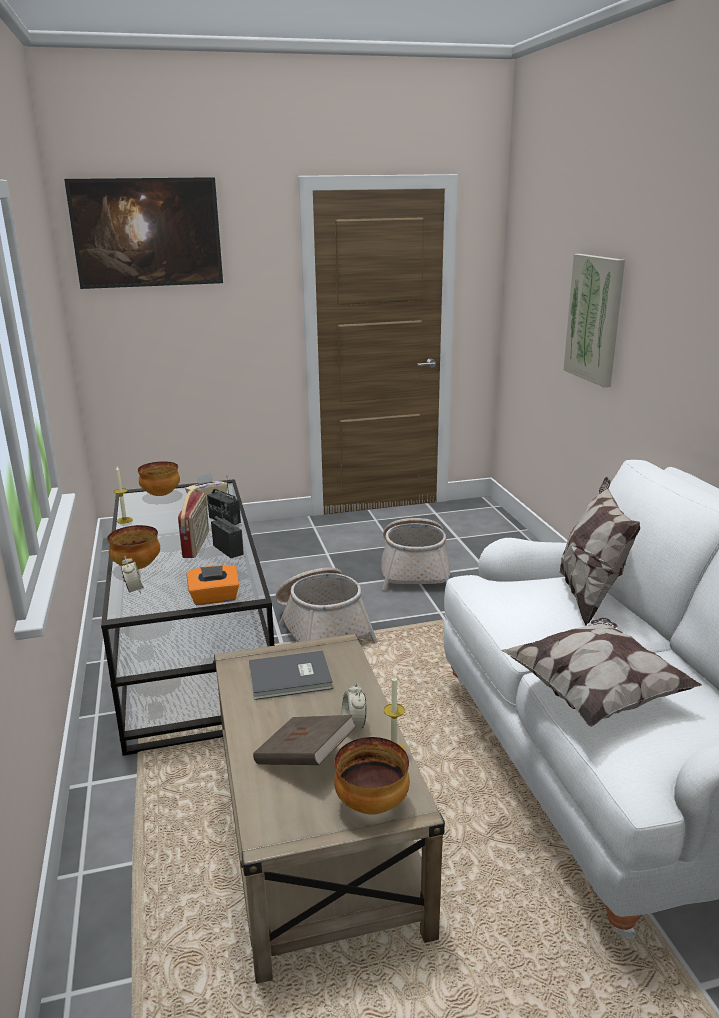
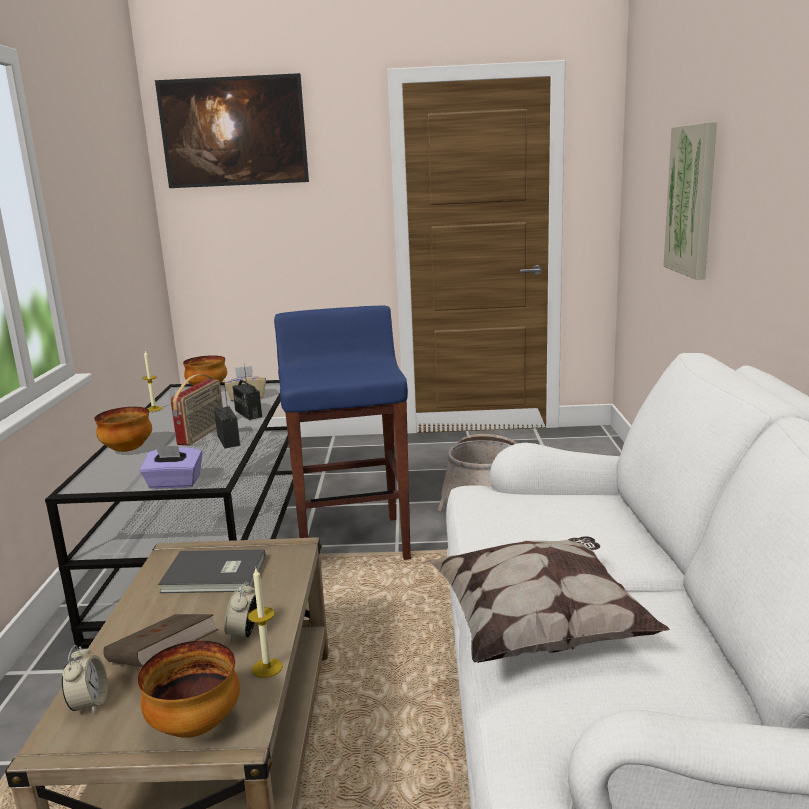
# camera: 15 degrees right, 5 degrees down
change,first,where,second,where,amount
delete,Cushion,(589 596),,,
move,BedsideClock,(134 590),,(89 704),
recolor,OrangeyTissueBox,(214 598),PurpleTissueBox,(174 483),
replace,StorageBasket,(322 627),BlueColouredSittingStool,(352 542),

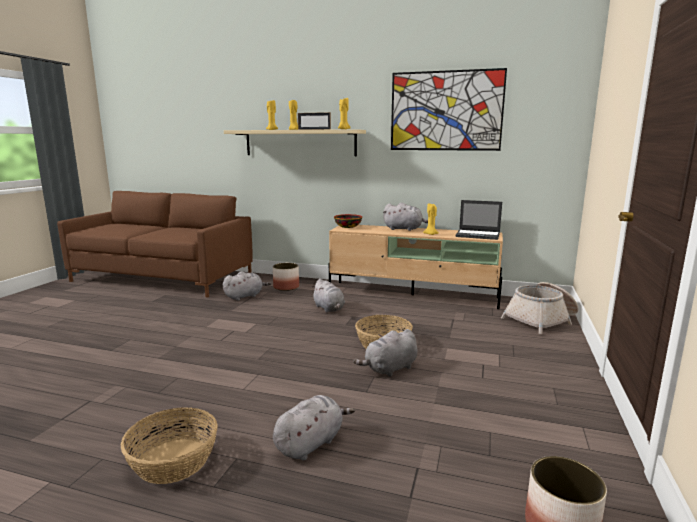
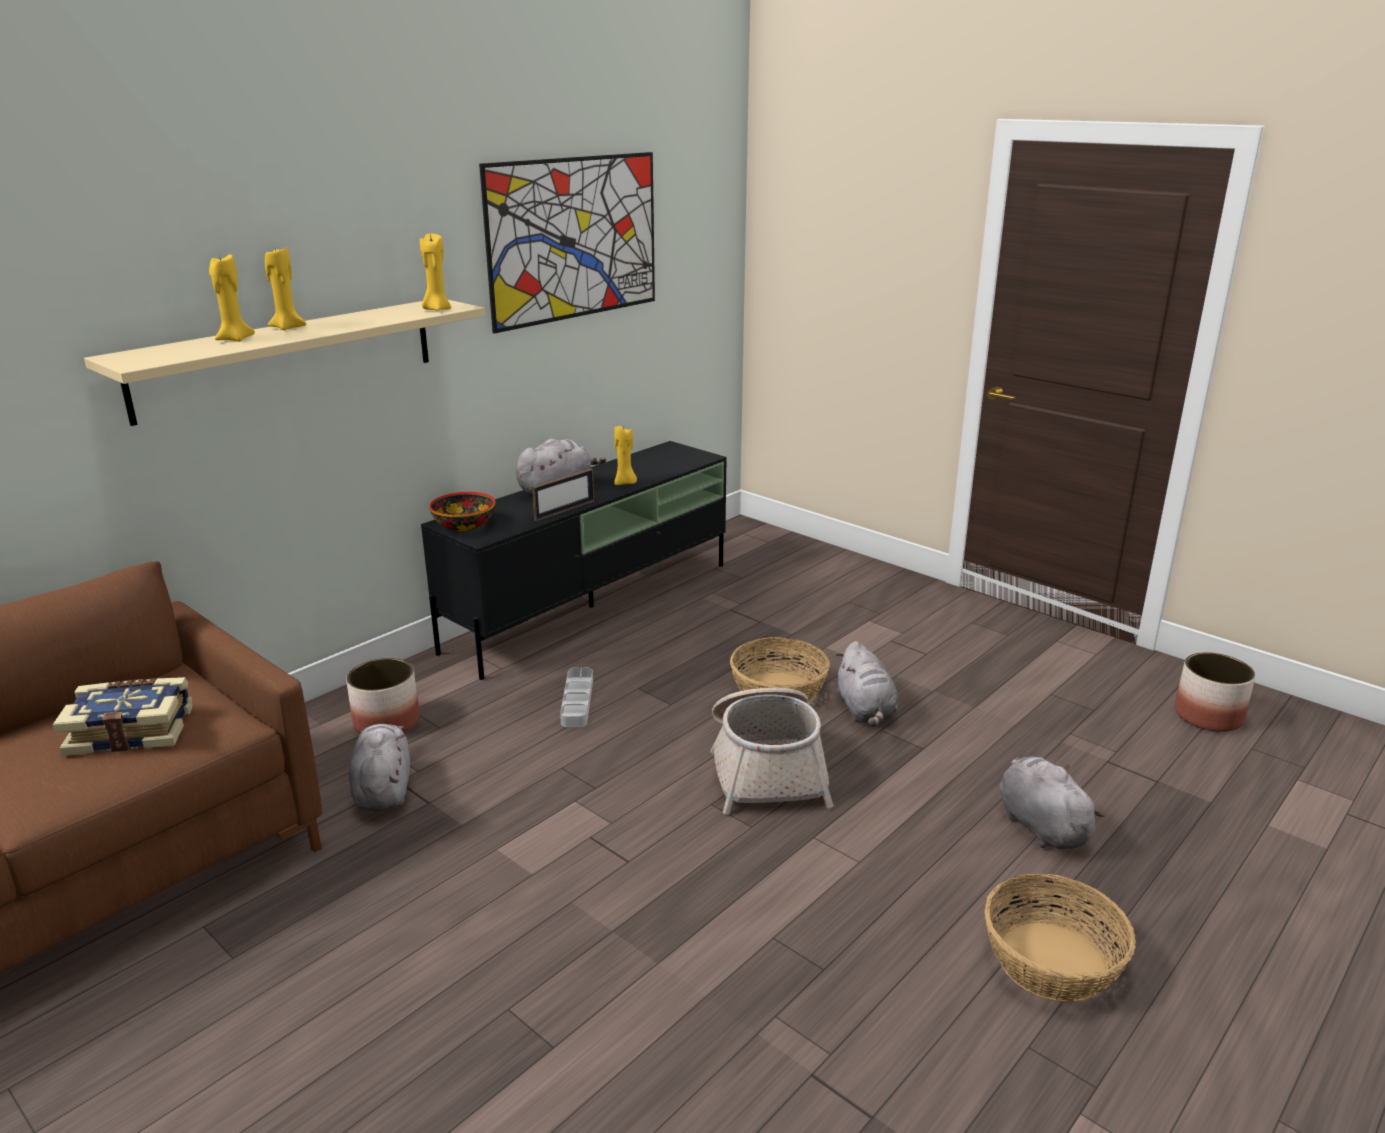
# camera: 65 degrees left, 10 degrees up
change,first,where,second,where,amount
move,StandingFrame,(314 129),,(564 510),
delete,NotebookComputer,(478 235),,,
recolor,SandColouredTvStand,(413 295),BlackColouredTvStand,(593 605),
replace,GreySoftToy,(329 309),GreyCarryingTray,(577 701),
move,StorageBasket,(541 320),,(766 767),
insert,,,BoundBook,(131 730),

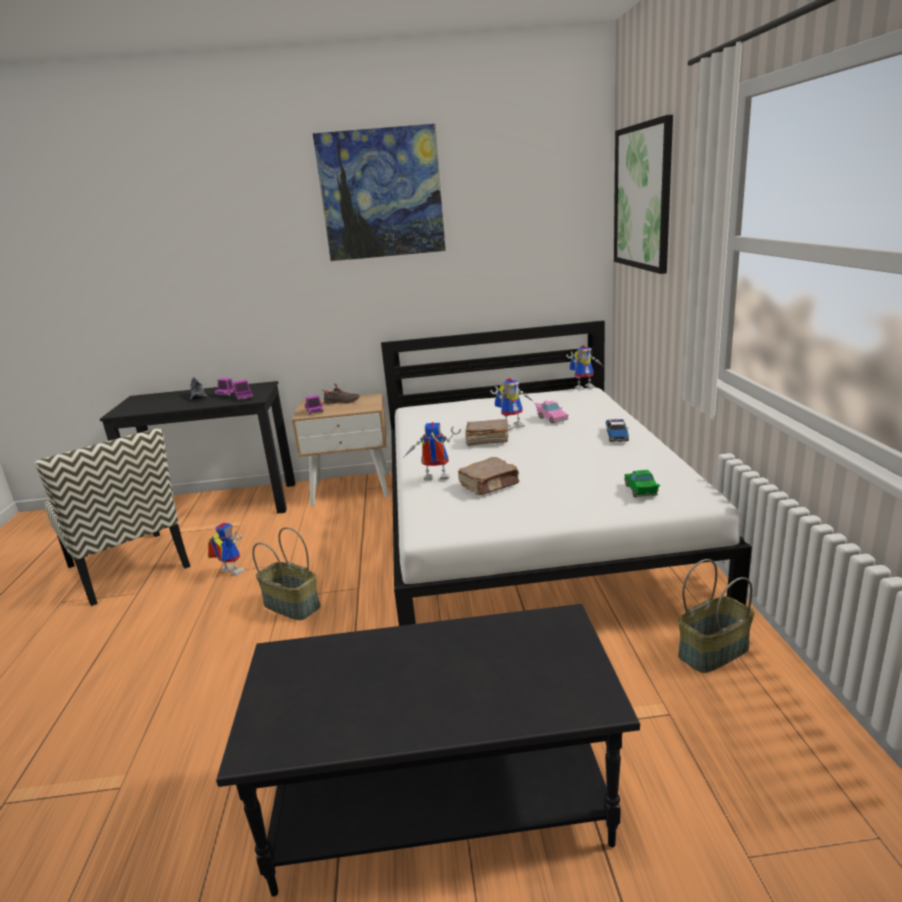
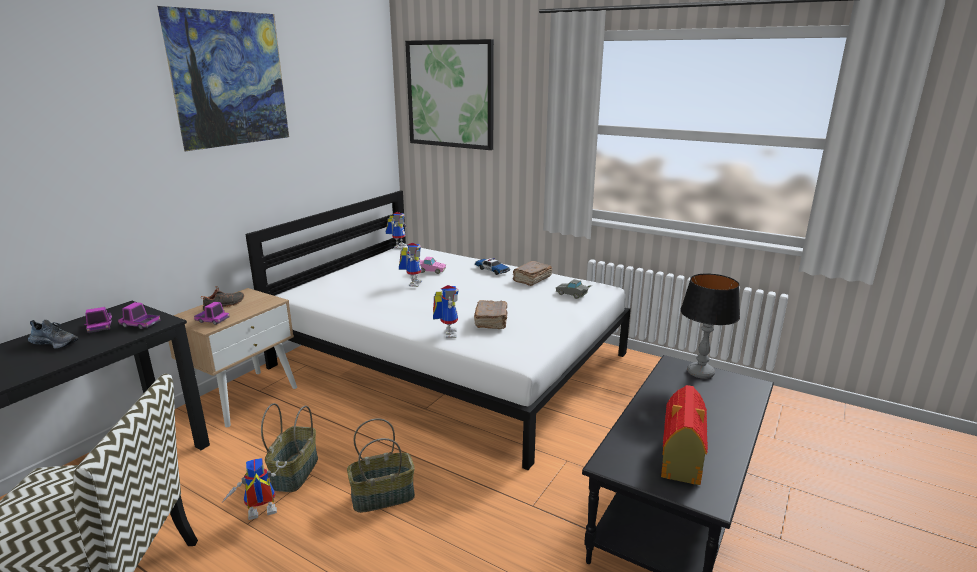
# camera: 55 degrees left, 0 degrees up
change,first,where,second,where,amount
move,BrownBoundBook,(486 440),,(531 279),
rotate,RobotFigure,(434 480),,(447 333),135 degrees clockwise
recolor,GreenishToyCar,(641 491),GreyToyCar,(573 295),
move,StorageBasket,(713 651),,(294 472),
insert,,,TabletopLamp,(700 373),
insert,,,ModelHouse,(681 459),

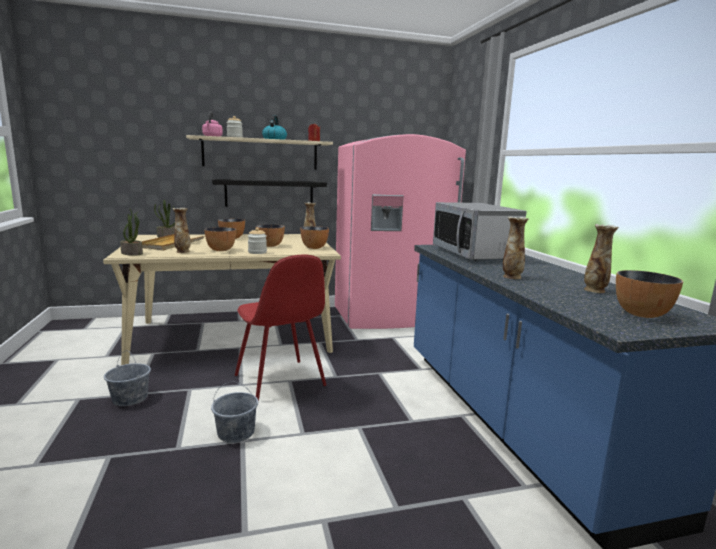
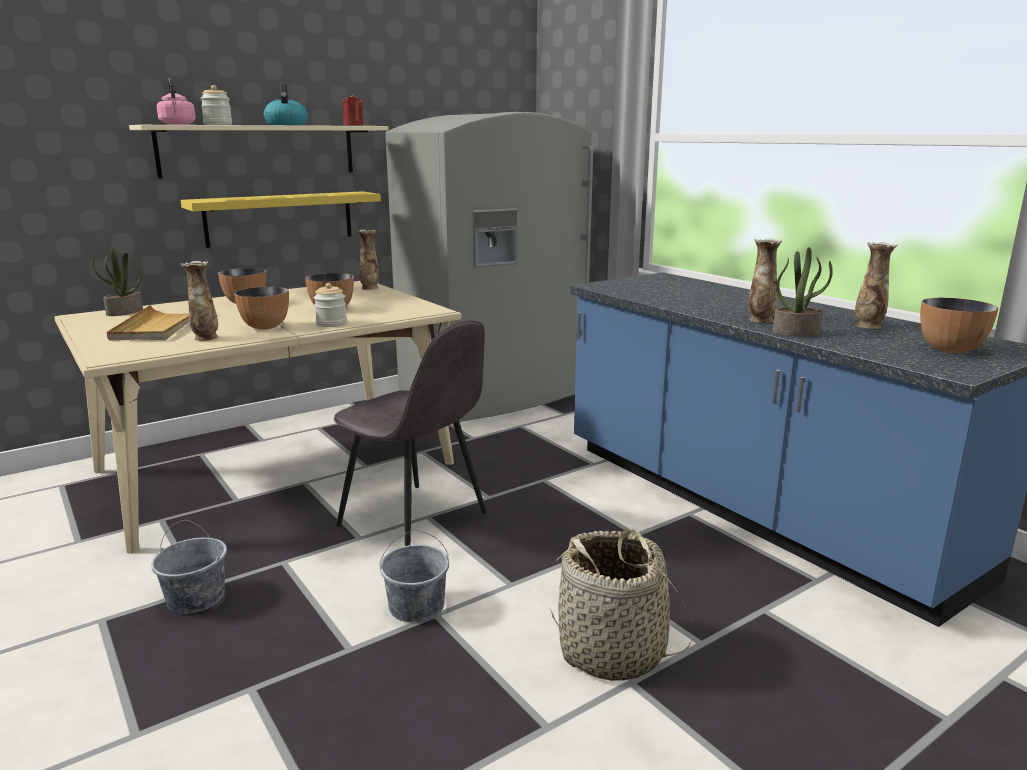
# camera: 20 degrees left, 5 degrees up
change,first,where,second,where,amount
recolor,PinkKitchenFridge,(391 317),GreyKitchenFridge,(493 395),
recolor,BlackColouredWallShelf,(269 193),YellowishWallShelf,(280 218),
delete,KitchenMicrowave,(474 254),,,
move,Houseplant,(132 253),,(796 332),
delete,Bowl,(314 247),,,
recolor,RedColouredChair,(280 381),GreyChair,(415 521),
insert,,,StorageBasket,(613 651),

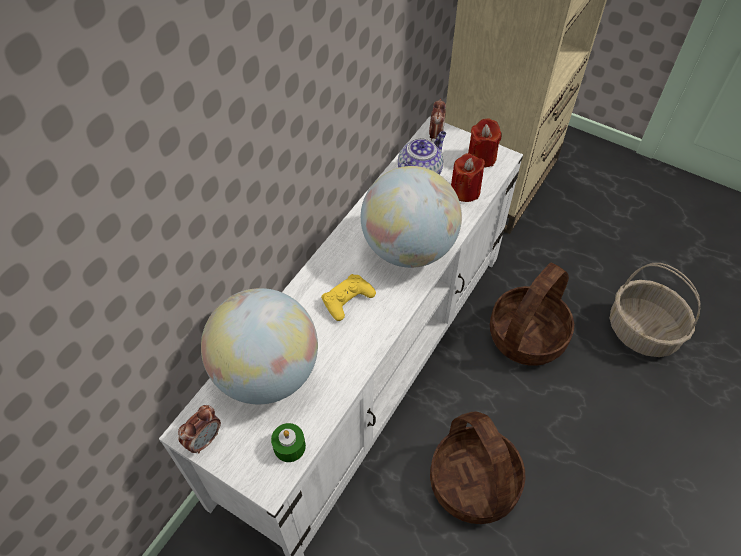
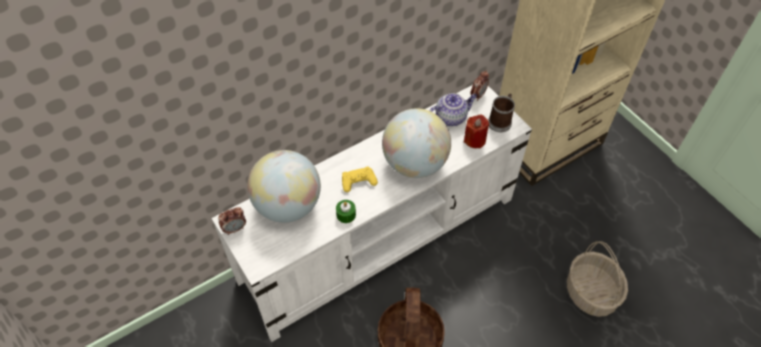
# camera: 25 degrees right, 0 degrees up
change,first,where,second,where,amount
replace,RedColouredWaxLight,(481 157),Mug,(500 121),
delete,StorageBasket,(526 334),,,
move,GreenishWaxLight,(289 446),,(346 214),

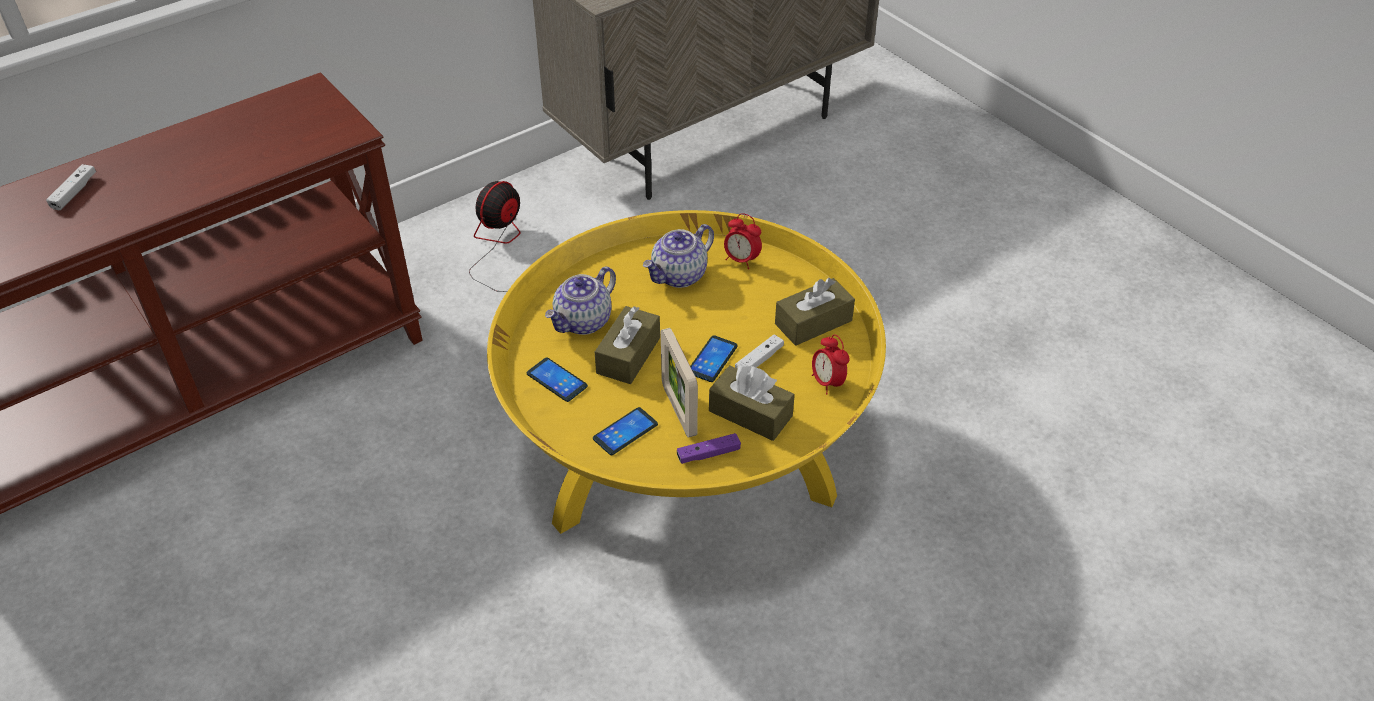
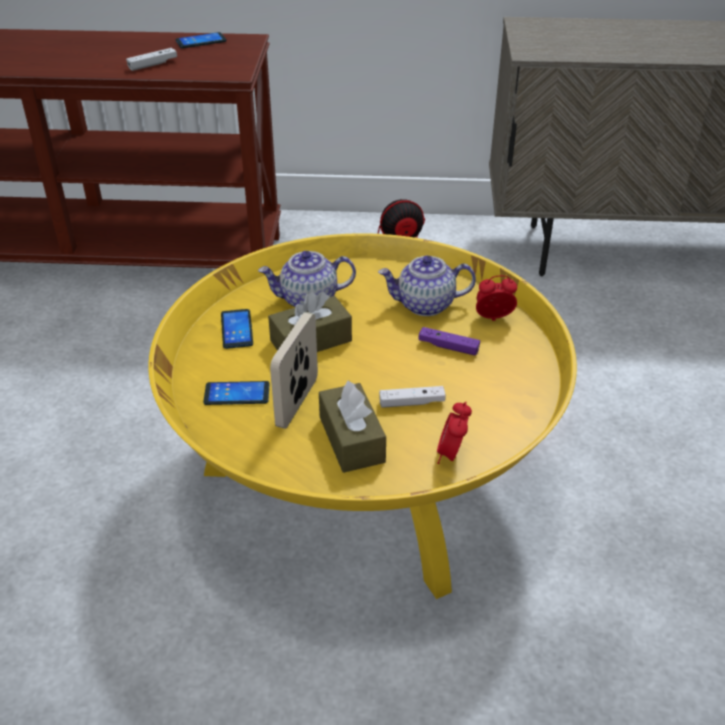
# camera: 40 degrees right, 5 degrees down
change,first,where,second,where,amount
move,WhiteColouredGameController,(74 192),,(153 64),
rotate,BedsideClock,(741 260),,(493 319),105 degrees clockwise
delete,BrownTissueBox,(813 322),,,
move,Phone,(712 359),,(201 41),
move,PurpleGameController,(708 454),,(448 347),

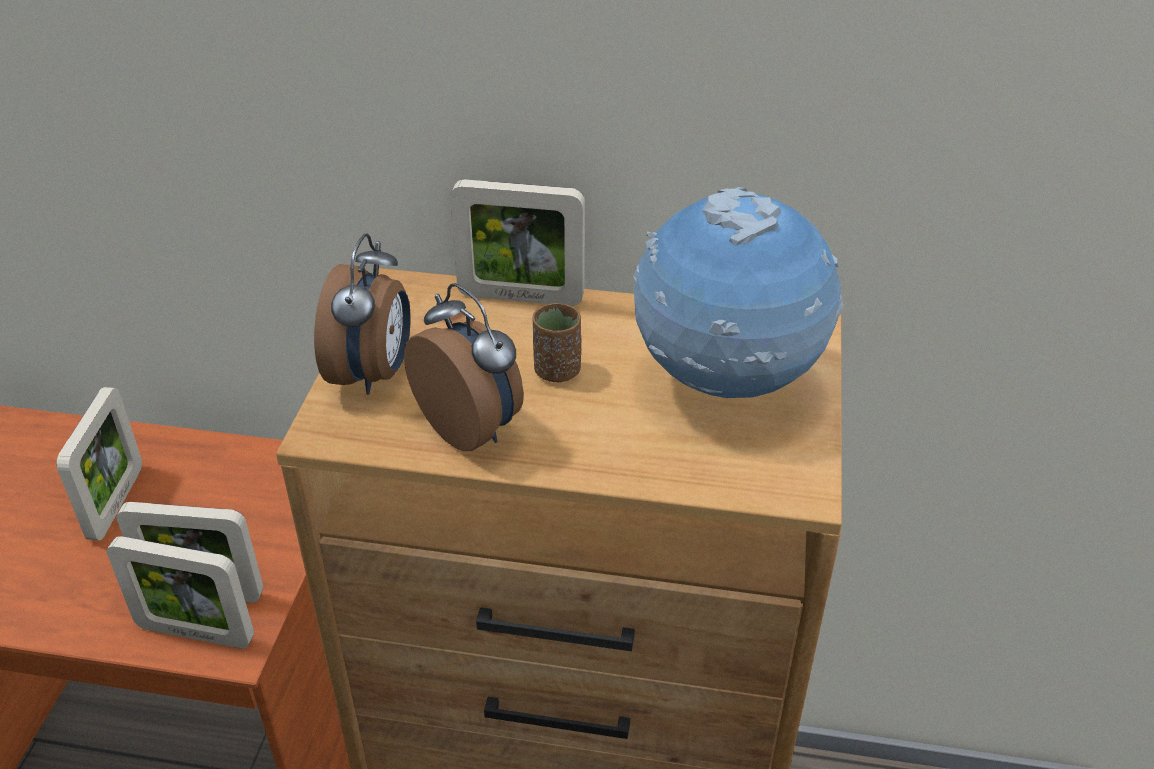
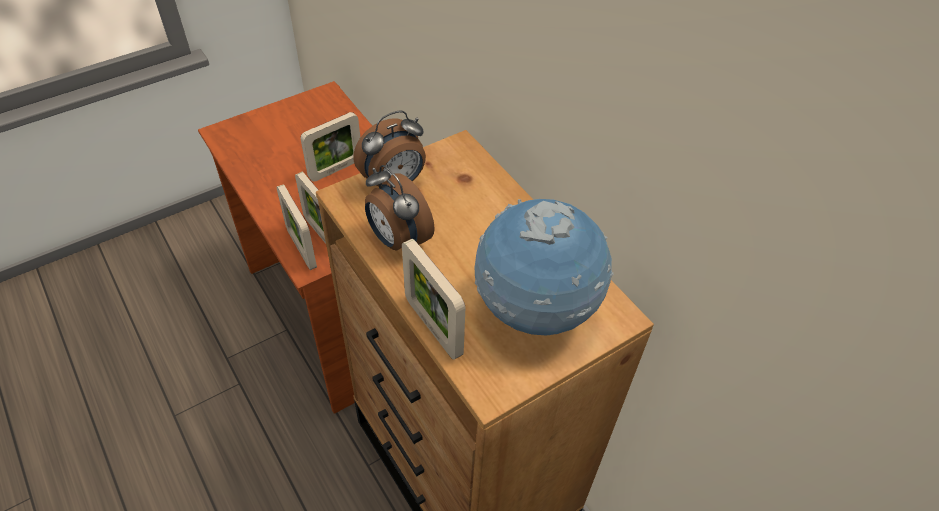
# camera: 45 degrees right, 10 degrees up
change,first,where,second,where,amount
move,StandingFrame,(521 297),,(433 327),
rotate,BedsideClock,(472 427),,(397 240),135 degrees clockwise
delete,BrownCup,(557 371),,,

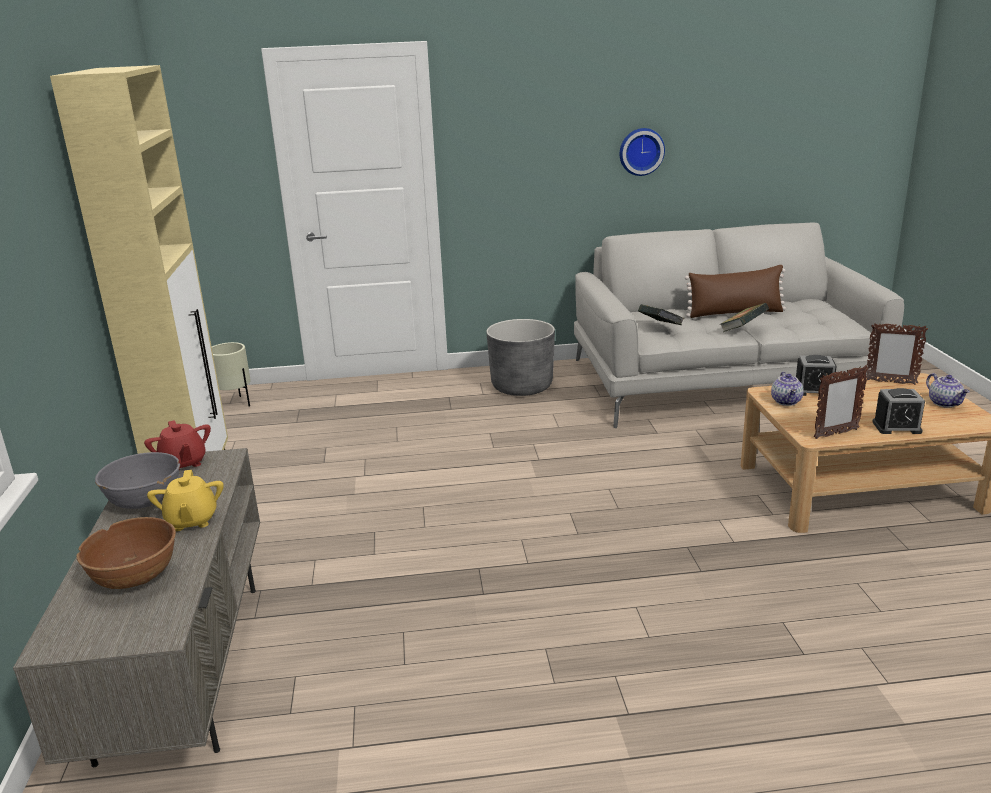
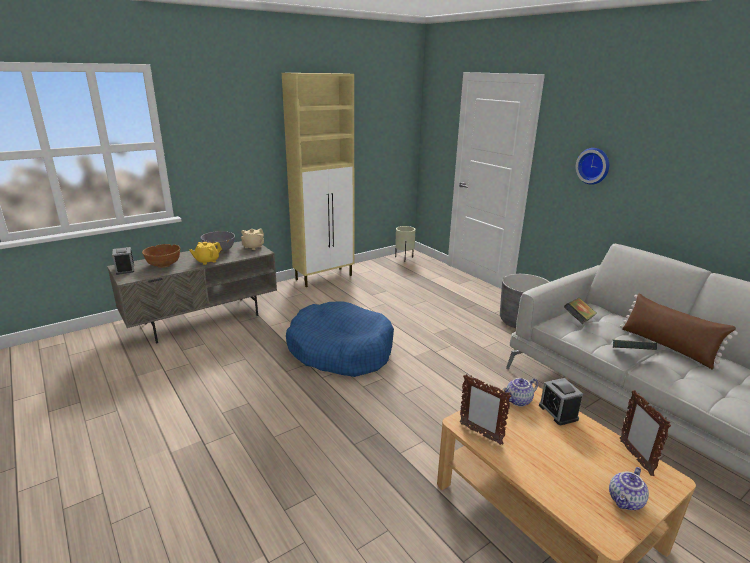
# camera: 60 degrees right, 0 degrees up
change,first,where,second,where,amount
move,WallClock,(640 151),,(594 166),
move,BedsideClock,(896 427),,(125 269),
recolor,RedColouredTeaPot,(183 463),SandColouredTeaPot,(253 247),
insert,,,BlueColouredDogCushion,(340 350),

